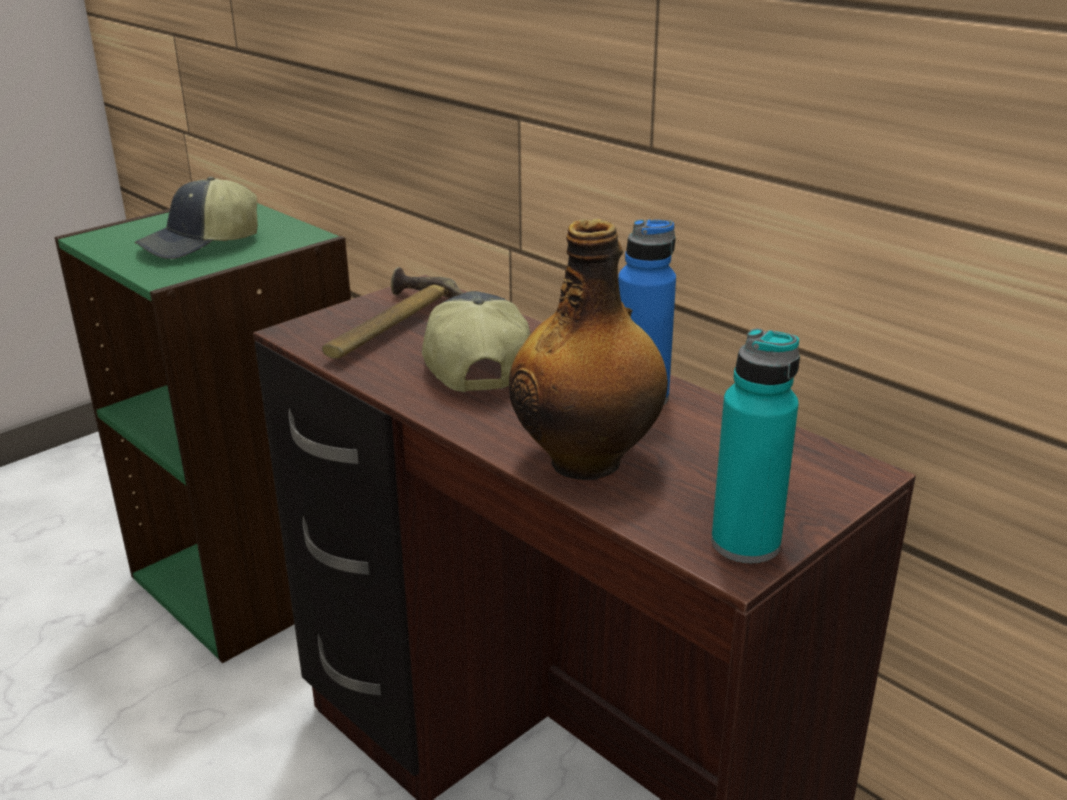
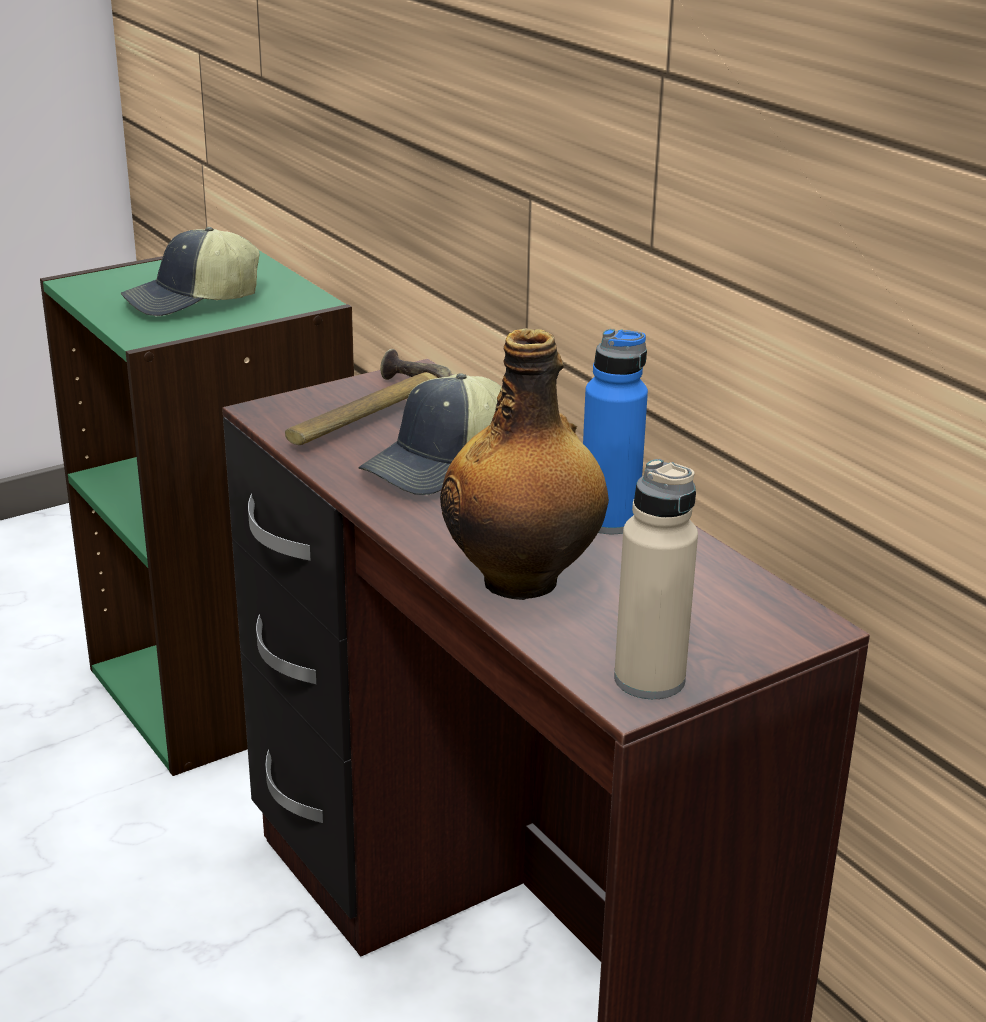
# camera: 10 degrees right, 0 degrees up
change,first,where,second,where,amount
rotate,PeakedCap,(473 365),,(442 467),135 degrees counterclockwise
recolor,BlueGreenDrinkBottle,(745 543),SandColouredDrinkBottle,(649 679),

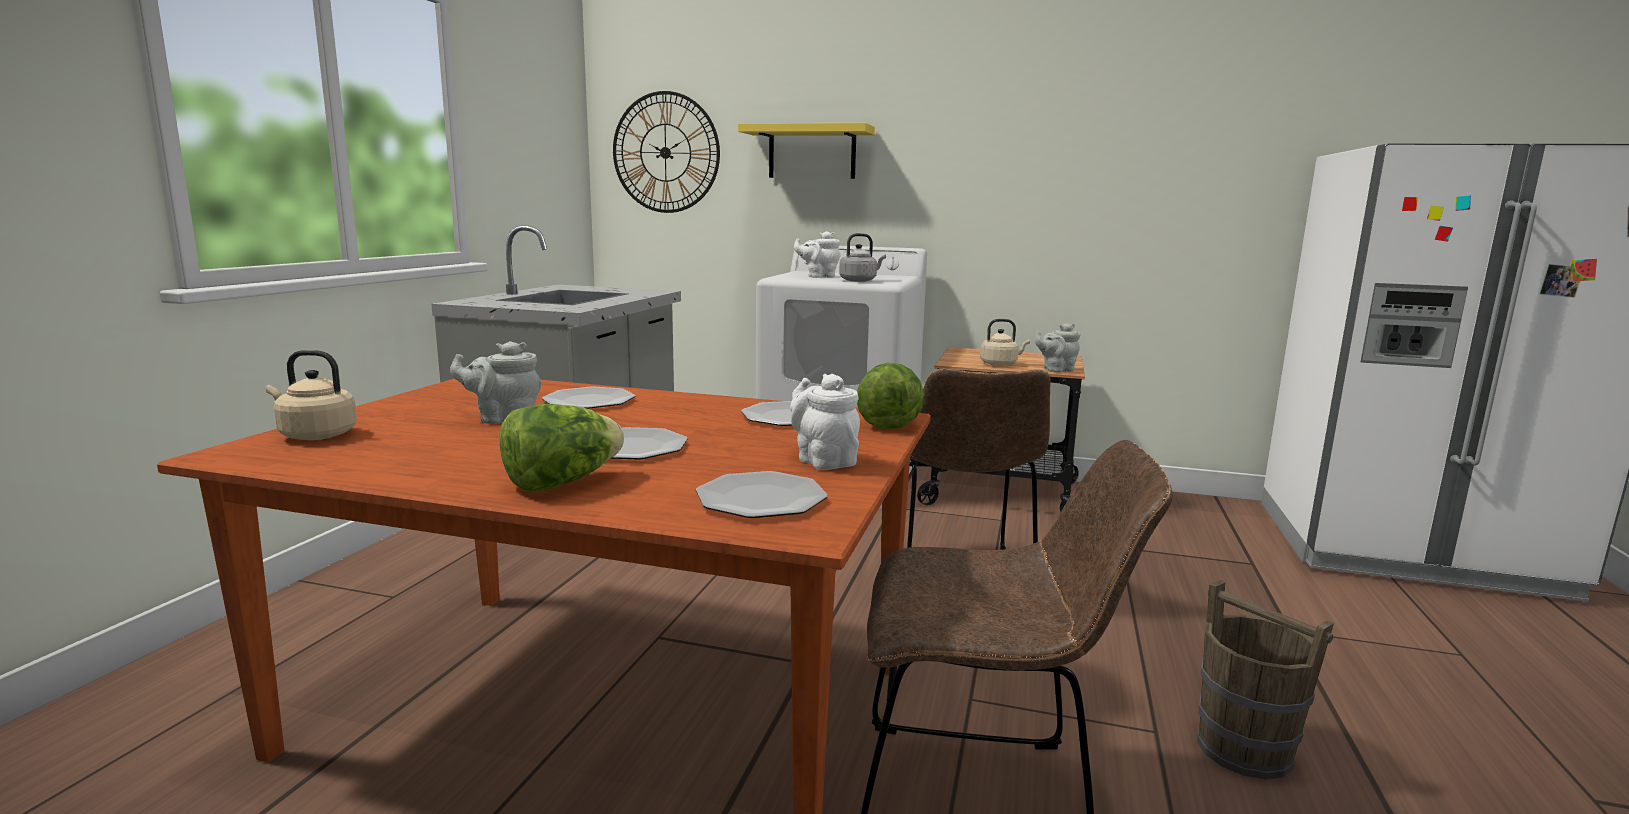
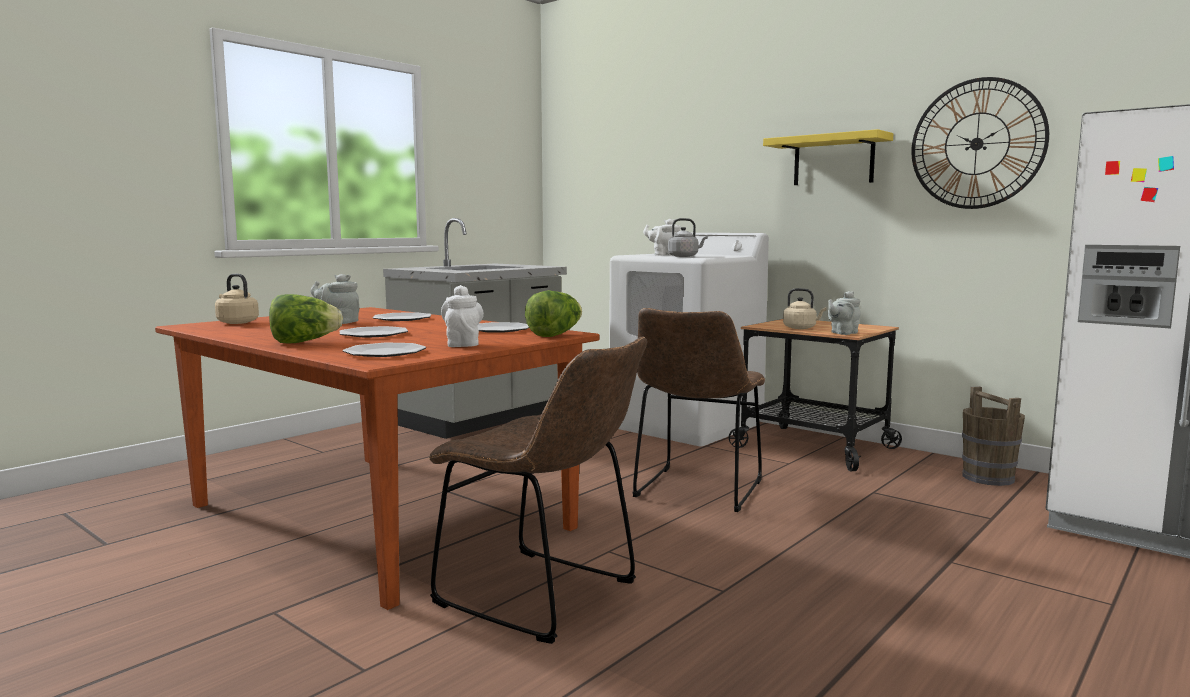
# camera: 25 degrees right, 5 degrees down
change,first,where,second,where,amount
move,WallClock,(665 152),,(977 144),
move,YellowishWallShelf,(812 152),,(833 160),
rotate,GreyTeaPot,(1056 370),,(842 333),45 degrees counterclockwise
move,BrownPail,(1243 749),,(987 477),

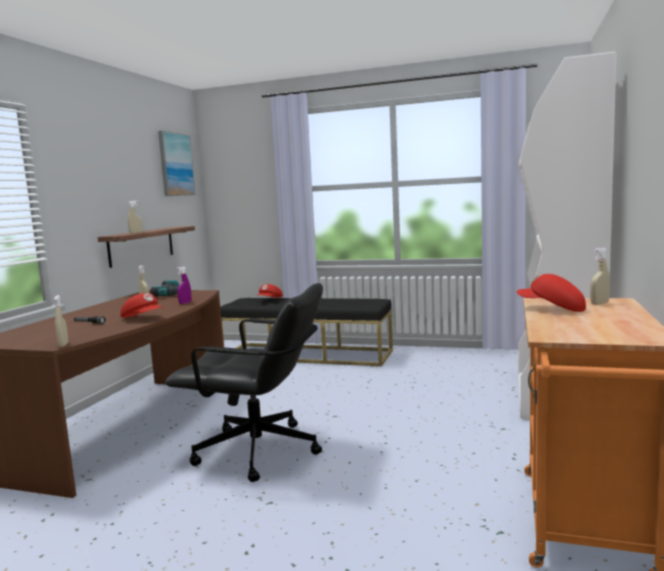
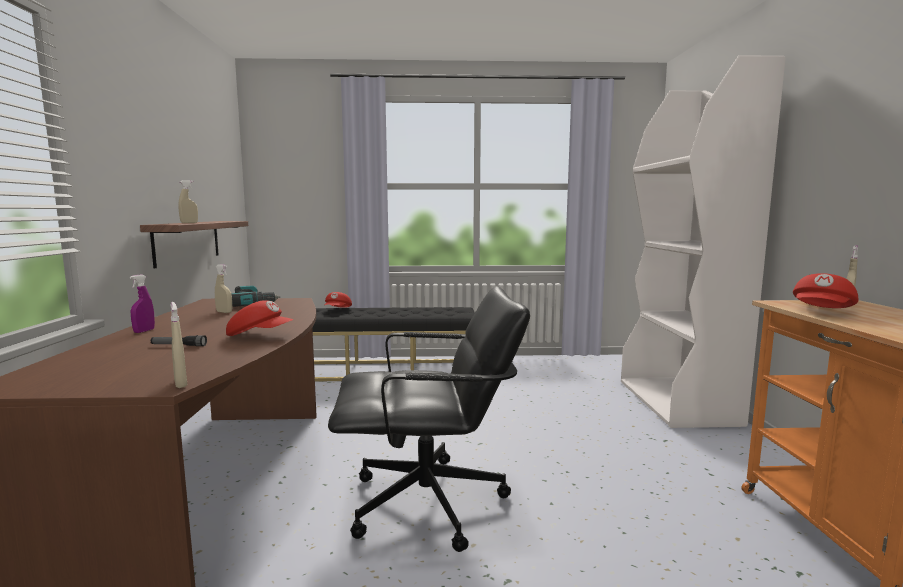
# camera: 20 degrees left, 0 degrees up
change,first,where,second,where,amount
delete,Picture,(175 164),,,
move,PurpleSprayBottle,(185 303),,(144 331),
rotate,RedColouredPeakedCap,(551 309),,(823 311),60 degrees counterclockwise

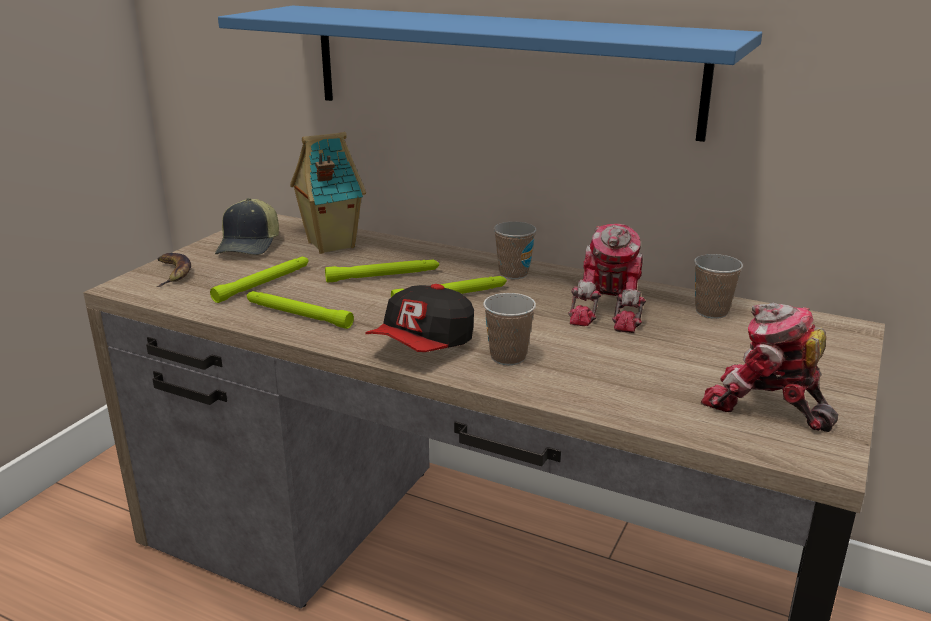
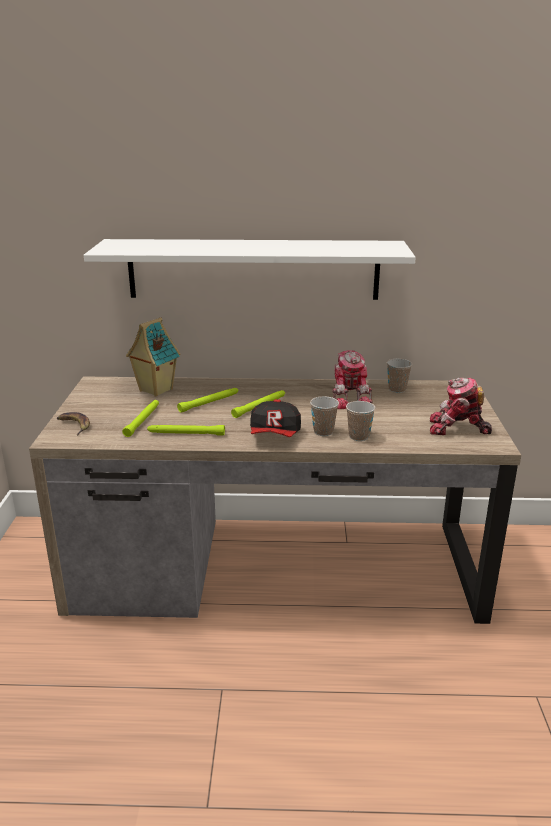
# camera: 25 degrees left, 0 degrees up
change,first,where,second,where,amount
recolor,BlueColouredWallShelf,(498 68),WhiteColouredWallShelf,(253 269),
delete,PeakedCap,(250 245),,,
move,Cup,(513 274),,(358 436),

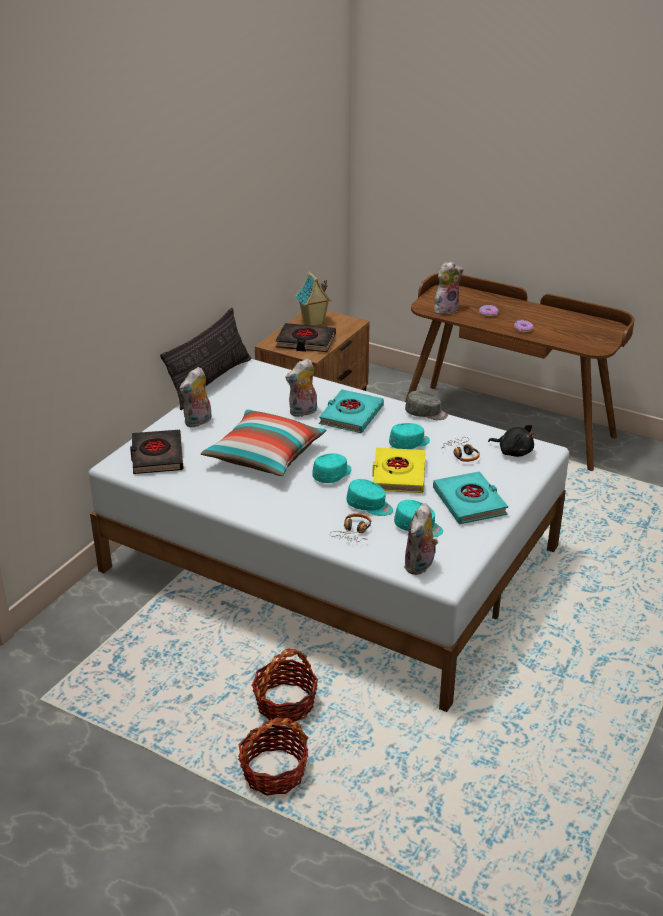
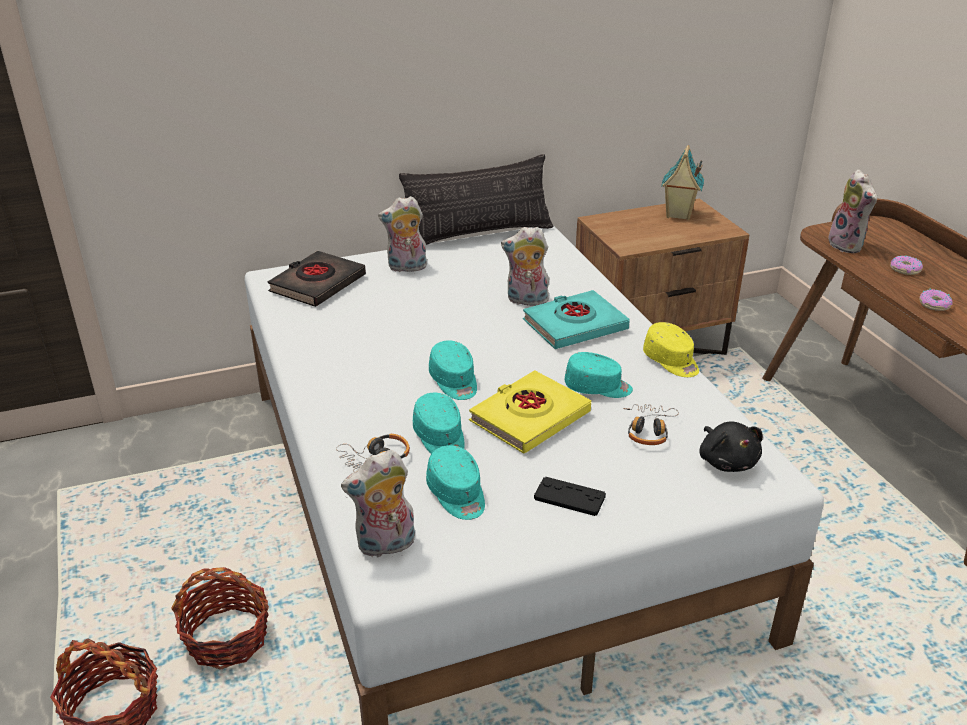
# camera: 40 degrees right, 0 degrees up
change,first,where,second,where,amount
rotate,SoftToy,(446 309),,(848 245),60 degrees clockwise
delete,BlackColouredBoundBook,(305 342),,,
recolor,GreyPeakedCap,(426 414),YellowishPeakedCap,(671 361),
delete,Cushion,(265 456),,,
rotate,BlueGreenPeakedCap,(333 475),,(454 382),75 degrees clockwise
replace,BlueGreenBoundBook,(469 502),BlackColouredGameController,(569 497),

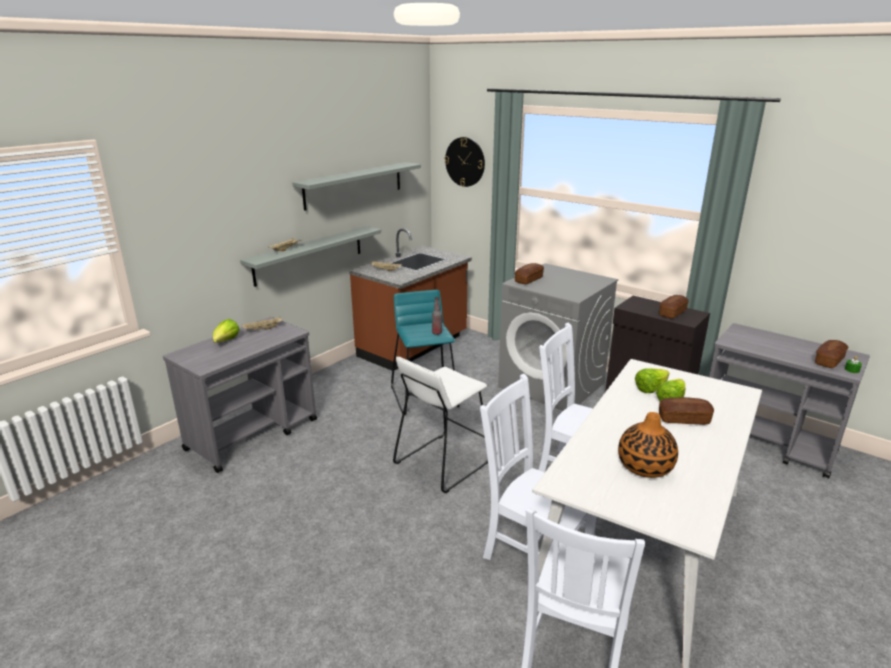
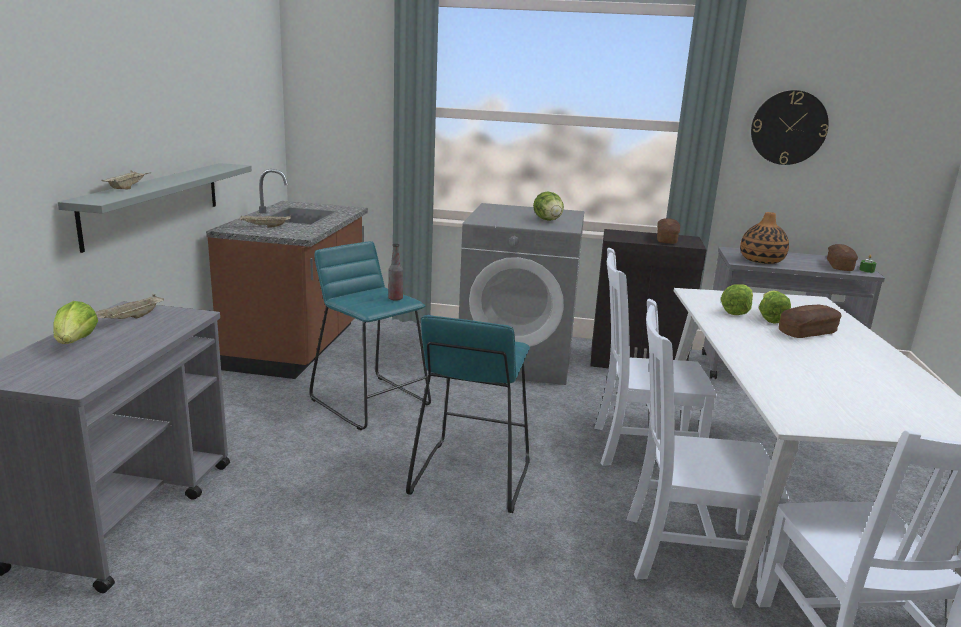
# camera: 30 degrees left, 5 degrees down
change,first,where,second,where,amount
move,WallClock,(465 162),,(788 127),
delete,GreyWallShelf,(354 185),,,
delete,BakedBread,(529 280),,,
recolor,WhiteColouredSittingStool,(442 462),BlueGreenSittingStool,(470 476),
move,Vase,(645 467),,(761 261),
insert,,,Lettuce,(548 220),

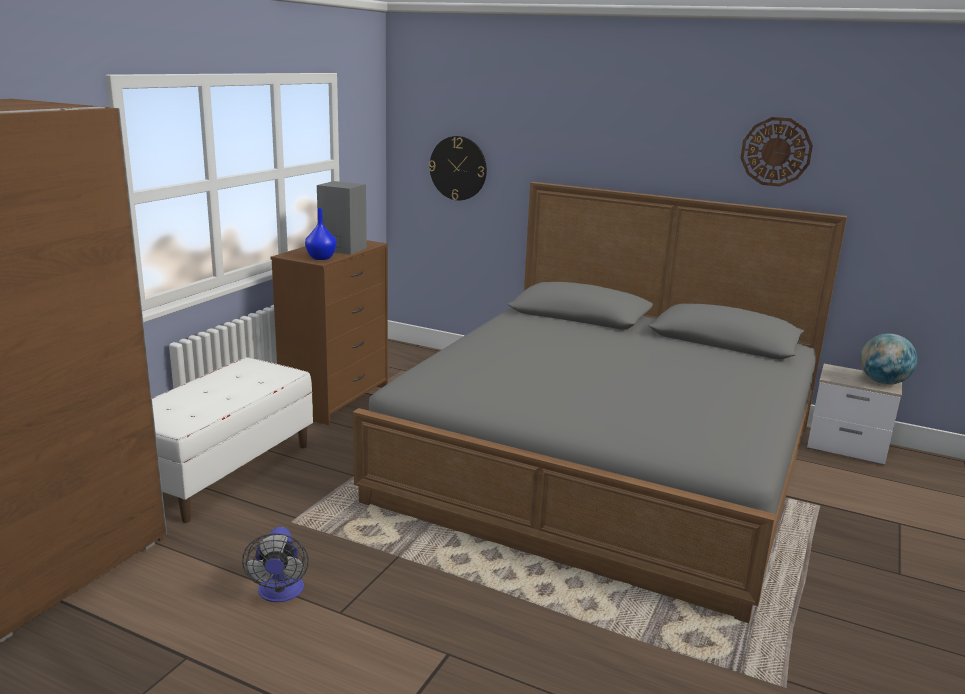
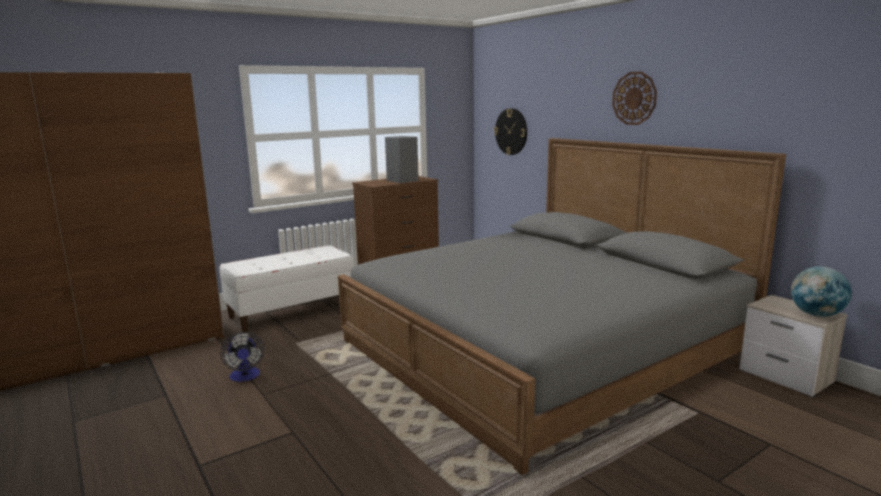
# camera: 30 degrees right, 5 degrees down
change,first,where,second,where,amount
move,WallClock,(776 152),,(634 98),
delete,BlueColouredVase,(321 258),,,
rotate,Fan,(280 593),,(245 377),45 degrees counterclockwise

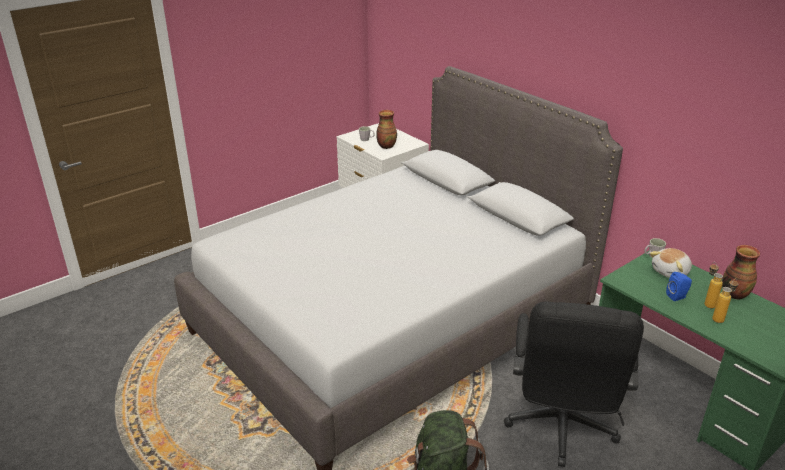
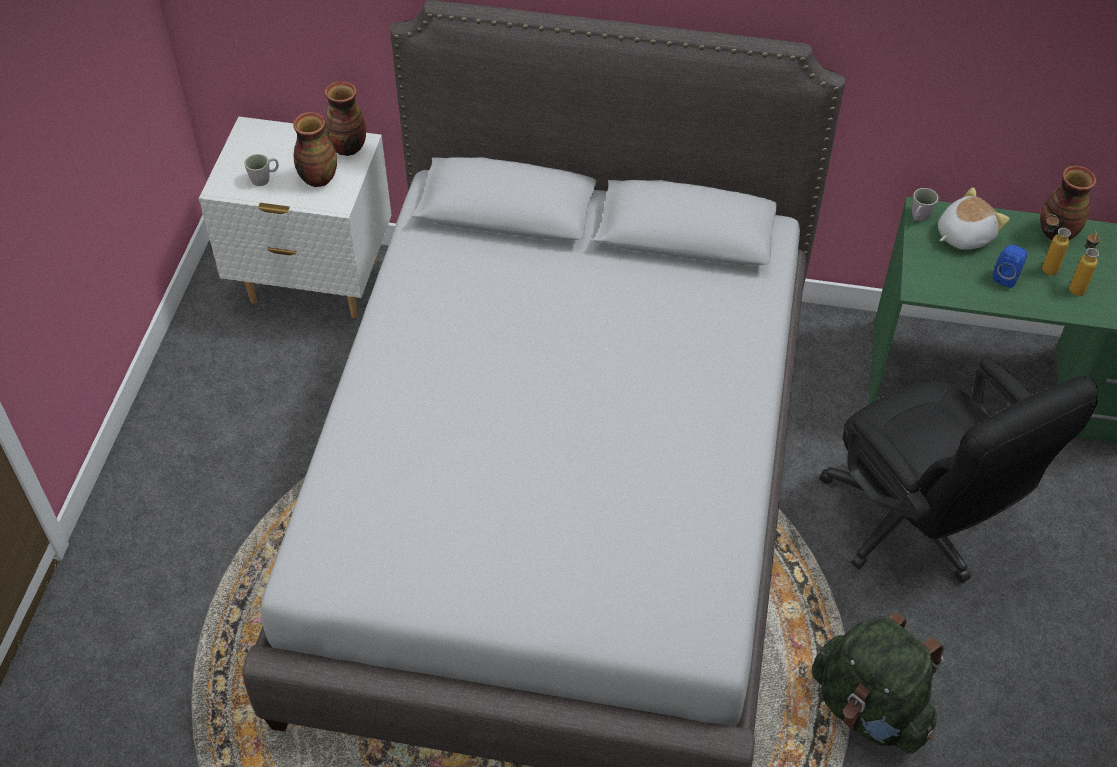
# camera: 40 degrees left, 20 degrees up
change,first,where,second,where,amount
rotate,SoftToy,(671 272),,(963 235),135 degrees counterclockwise
insert,,,Vase,(347 148),

